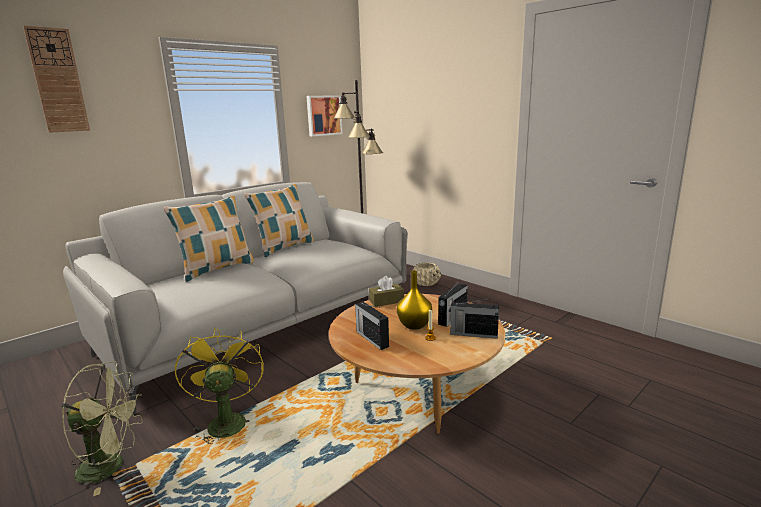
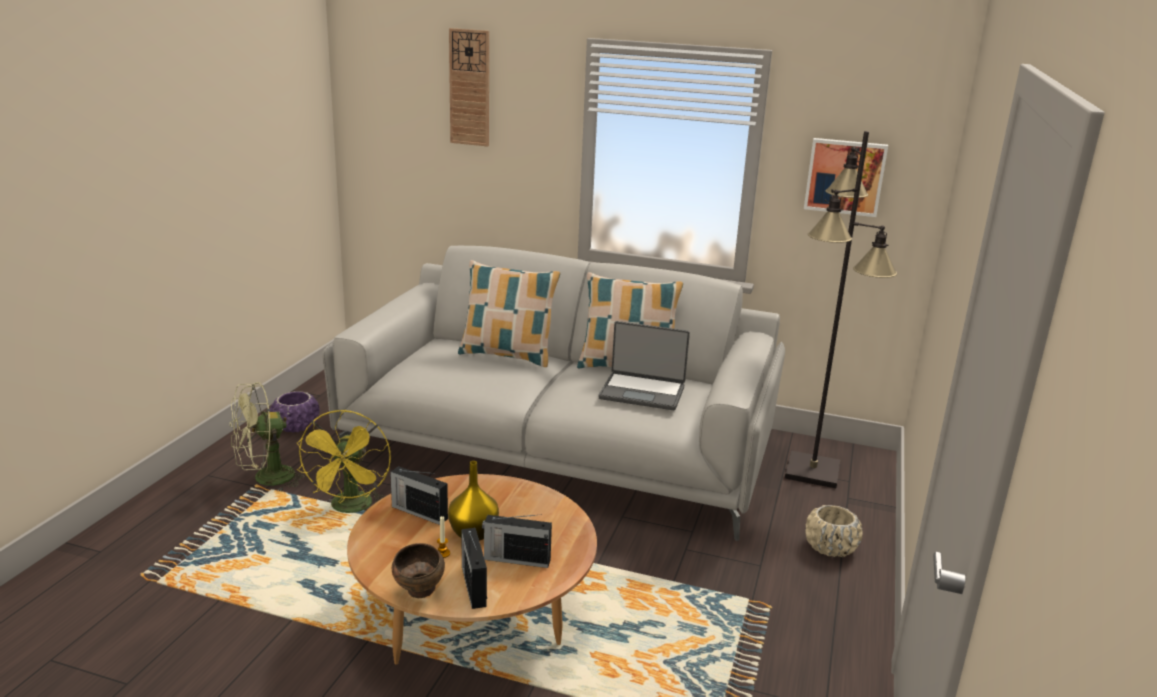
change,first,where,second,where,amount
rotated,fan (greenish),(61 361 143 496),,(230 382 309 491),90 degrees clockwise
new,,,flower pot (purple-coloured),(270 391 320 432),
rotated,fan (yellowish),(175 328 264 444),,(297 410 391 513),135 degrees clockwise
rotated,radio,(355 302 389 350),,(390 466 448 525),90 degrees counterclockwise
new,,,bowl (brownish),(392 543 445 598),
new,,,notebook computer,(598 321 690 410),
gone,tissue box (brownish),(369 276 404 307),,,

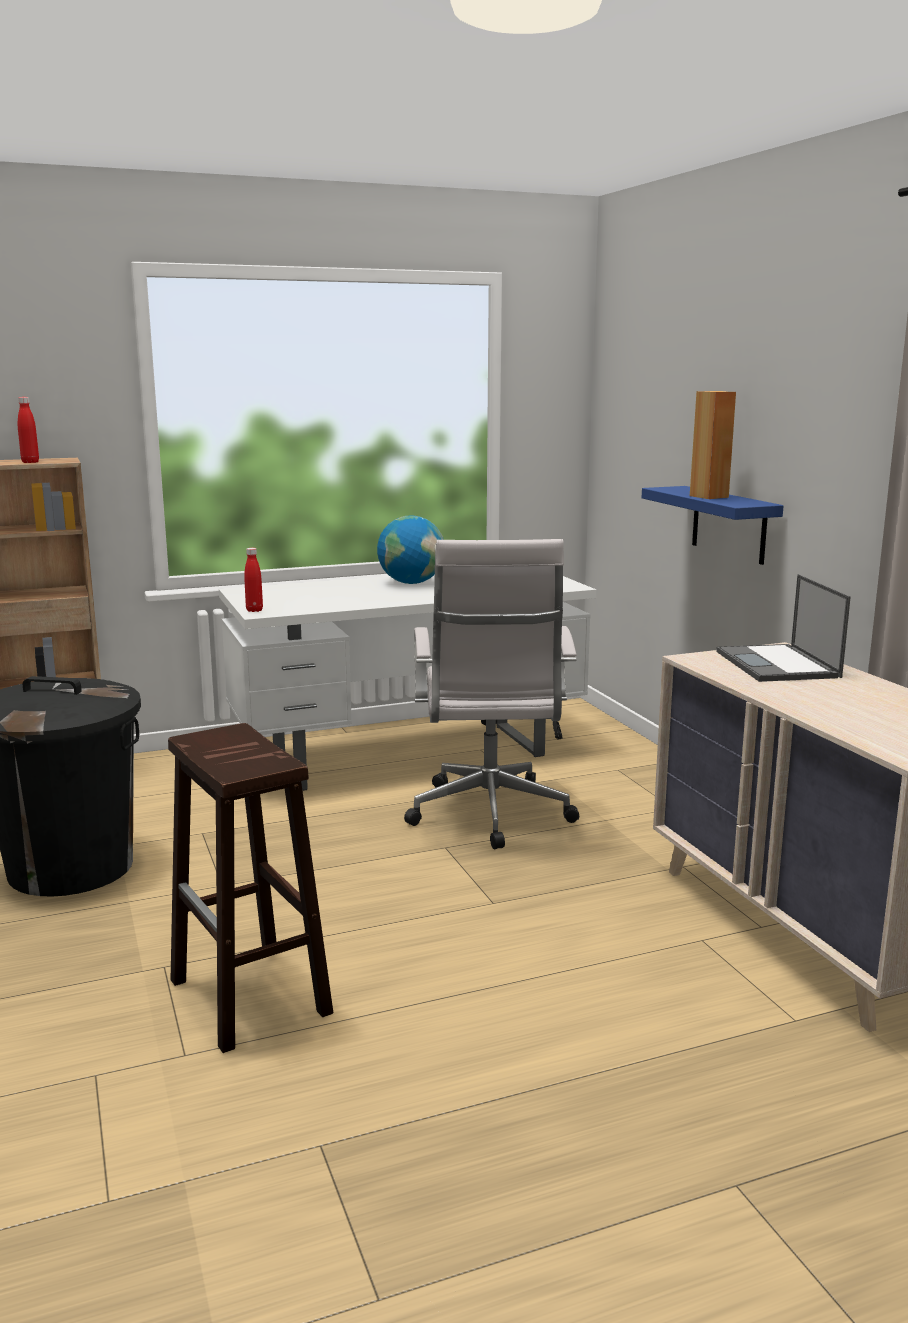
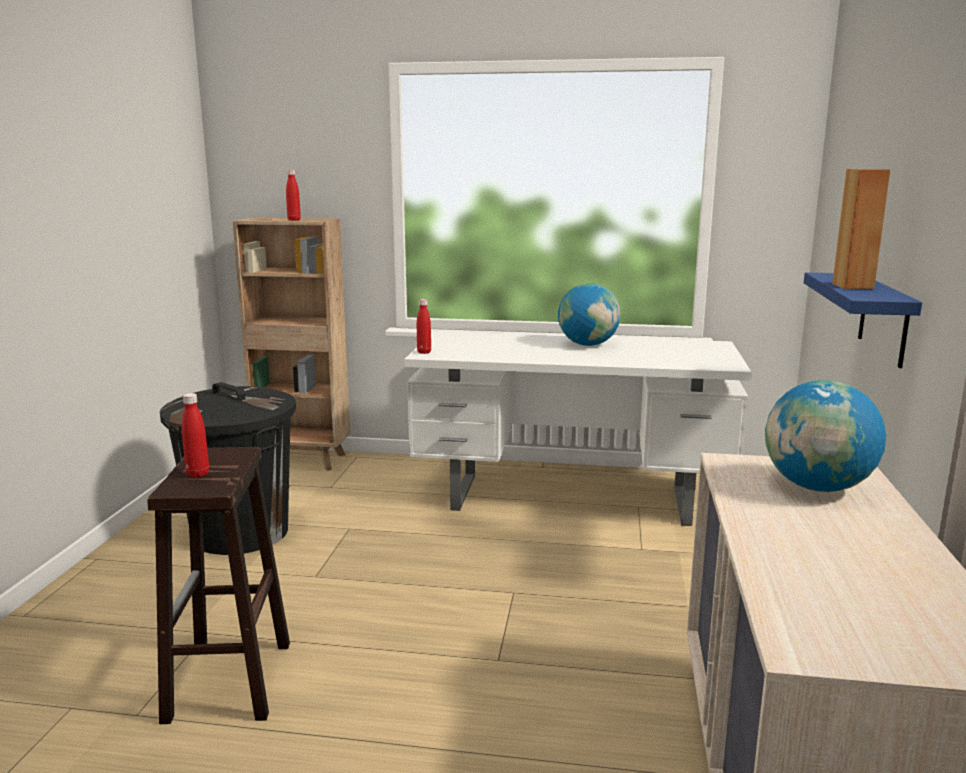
change,first,where,second,where,amount
new,,,drink bottle (red),(182 393 209 478),
swapped,notebook computer,(716 574 851 682),world globe,(765 380 886 492),
gone,office chair (white),(404 539 579 849),,,

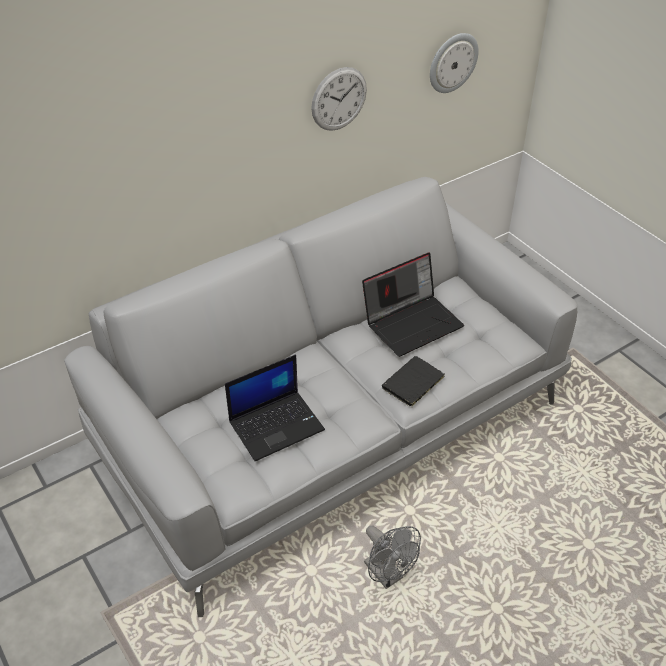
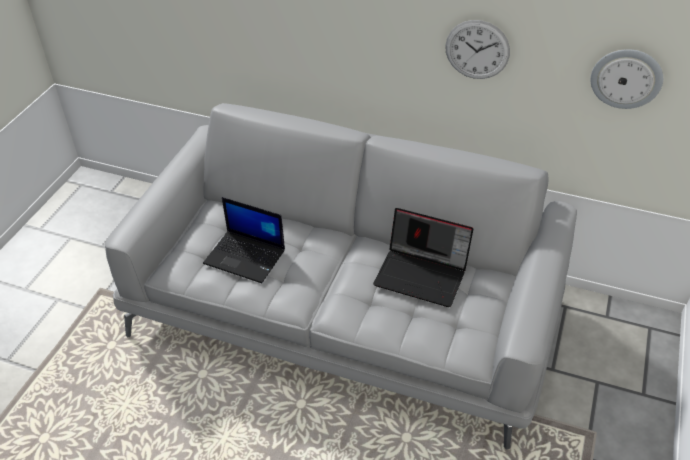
change,first,where,second,where,amount
gone,fan (greyish),(364 525 421 589),,,
gone,volume (black-coloured),(382 356 445 408),,,

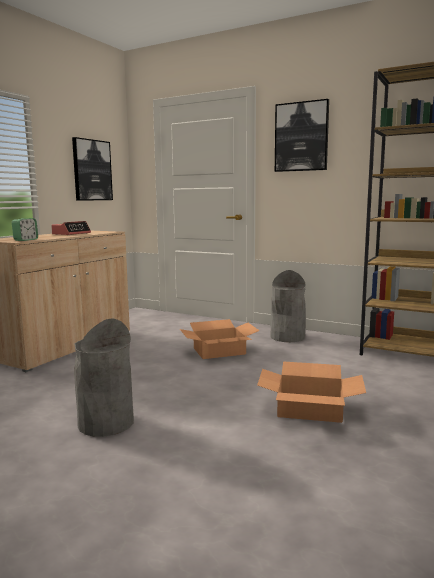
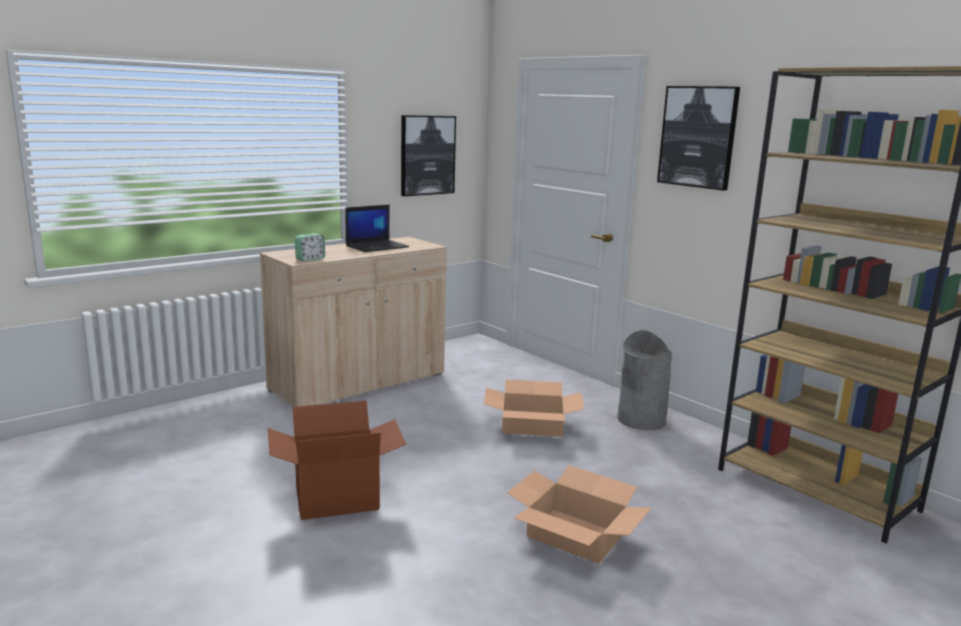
change,first,where,second,where,amount
swapped,waste bin (greyish),(74 318 134 437),packing box,(268 400 406 520),
swapped,table clock,(51 221 91 235),notebook computer,(345 205 409 252),

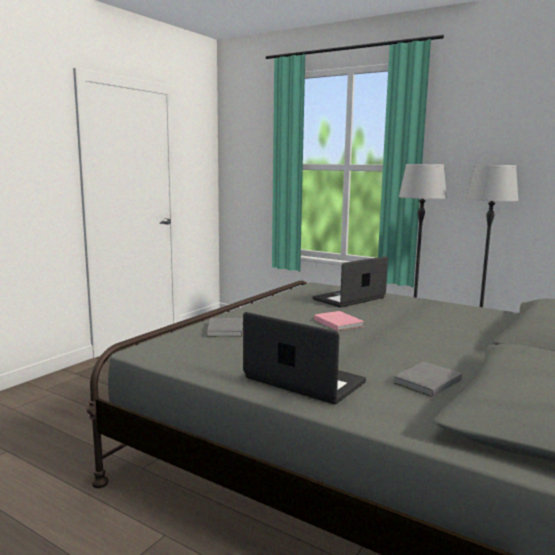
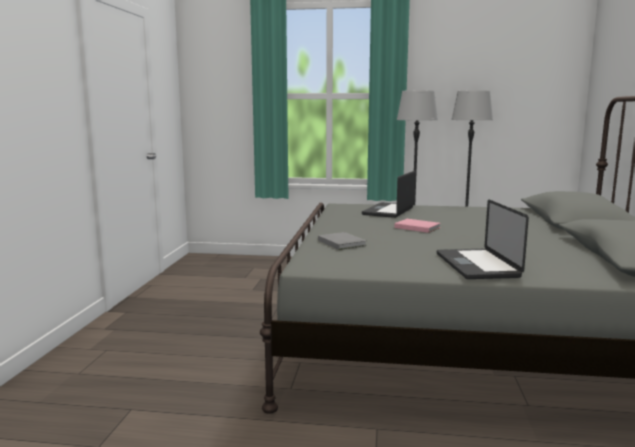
change,first,where,second,where,amount
rotated,notebook computer,(243 312 366 404),,(437 199 529 279),105 degrees counterclockwise
gone,volume (greyish),(393 362 462 397),,,

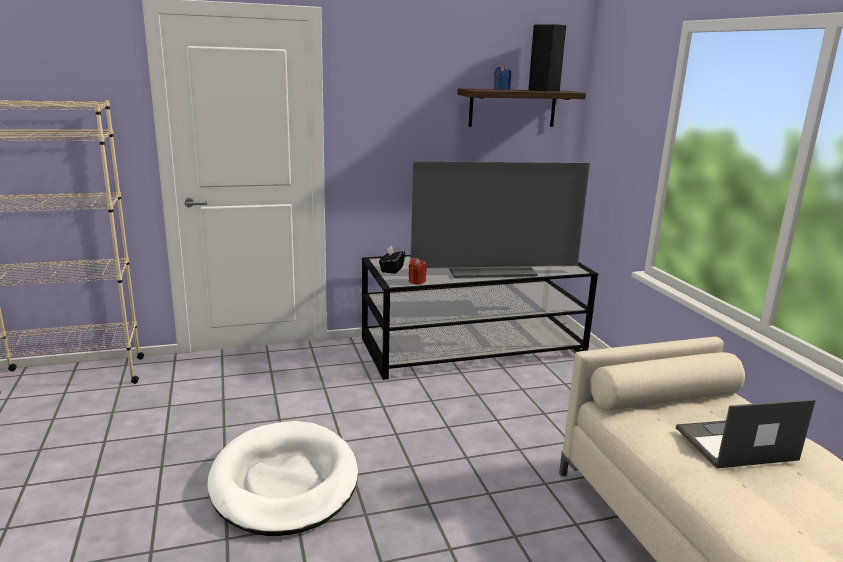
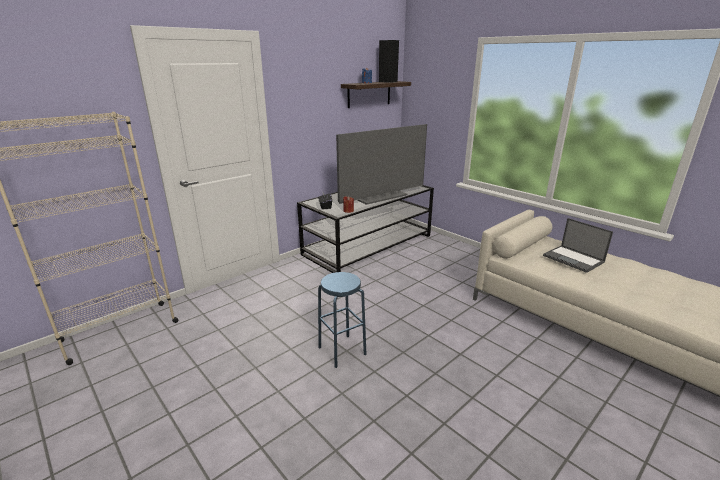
change,first,where,second,where,amount
swapped,pet bed (white),(207 421 358 536),stool (bluish),(318 272 366 368),
rotated,notebook computer,(676 399 816 468),,(543 218 613 273),90 degrees counterclockwise

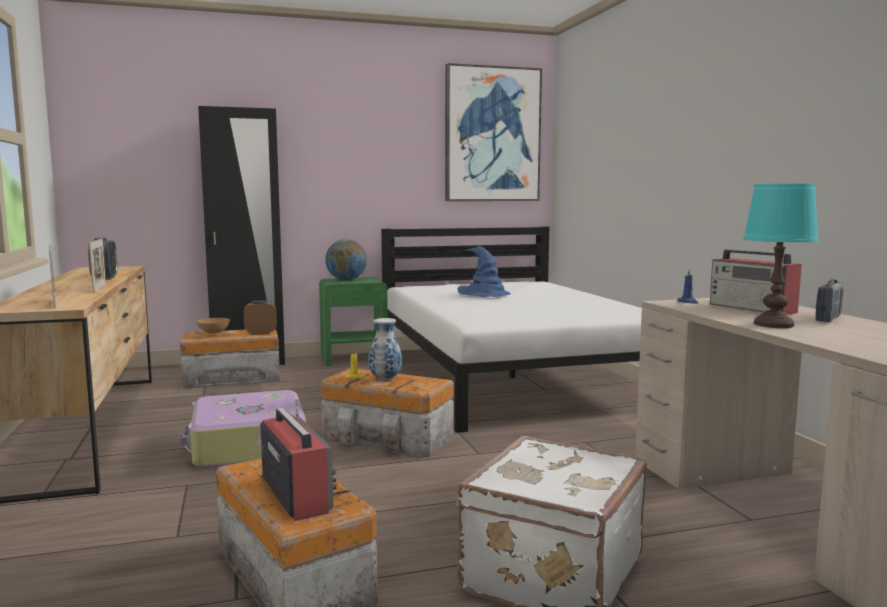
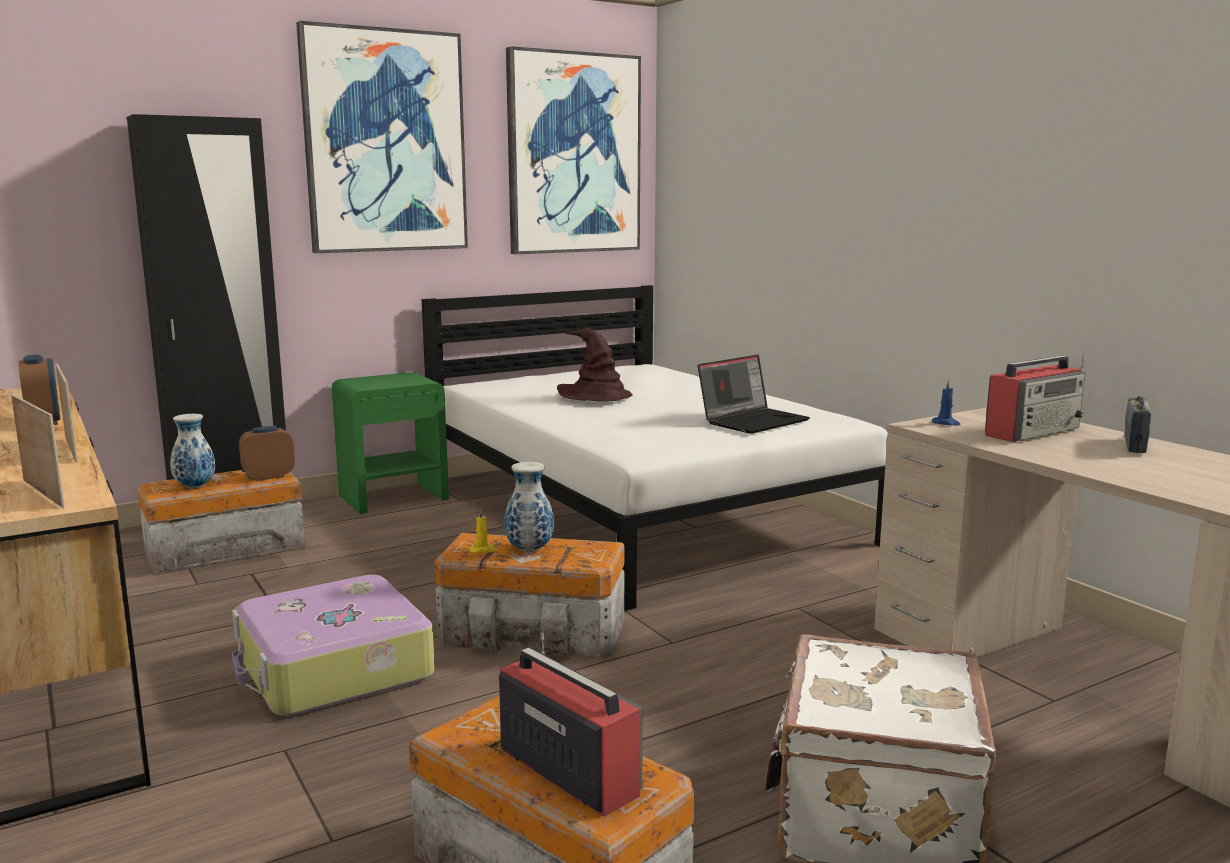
change,first,where,second,where,amount
swapped,bowl (brownish),(196 318 230 336),decorative vase,(170 414 215 488),
new,,,picture,(296 21 468 253),
repainted,hat (bluish),(458 246 510 297),hat (brownish),(557 328 633 402),
new,,,notebook computer,(698 355 810 434),
rotated,radio,(710 249 802 315),,(985 353 1085 442),75 degrees counterclockwise
gone,world globe,(325 239 367 280),,,
gone,tabletop lamp (turquoise),(743 184 819 328),,,

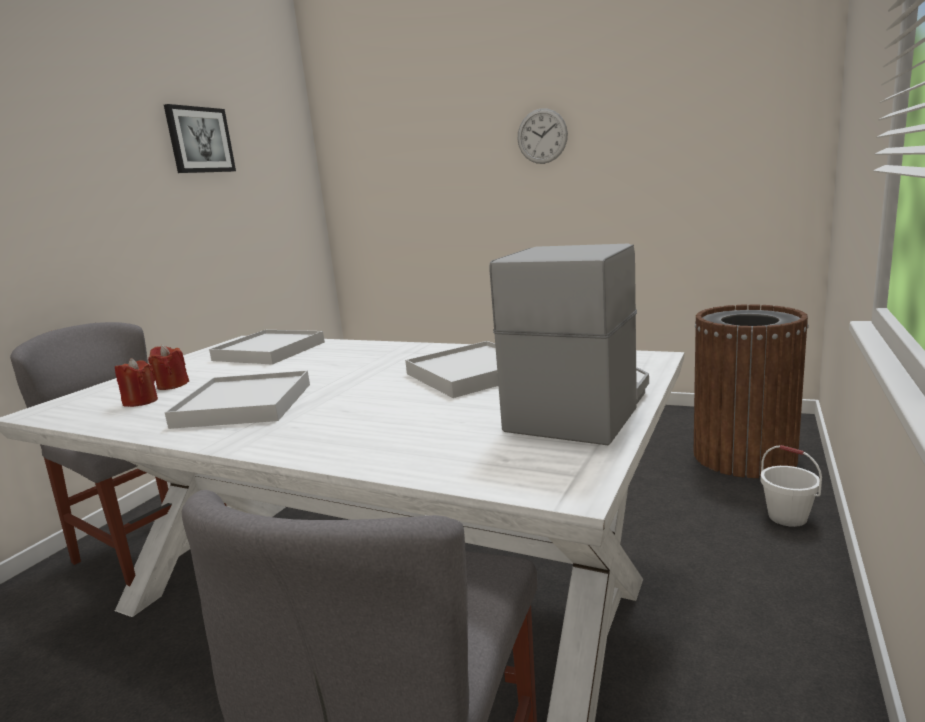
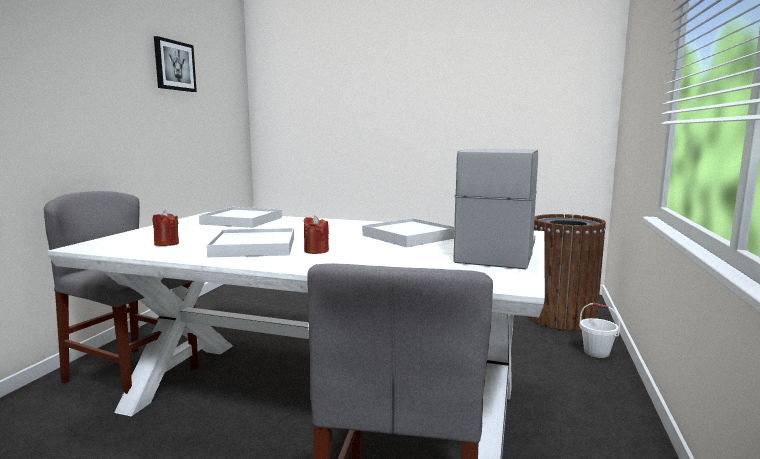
change,first,where,second,where,amount
shifted,wax light (red),(148 345 189 390),,(304 215 329 254),
gone,hanging clock,(517 109 568 164),,,

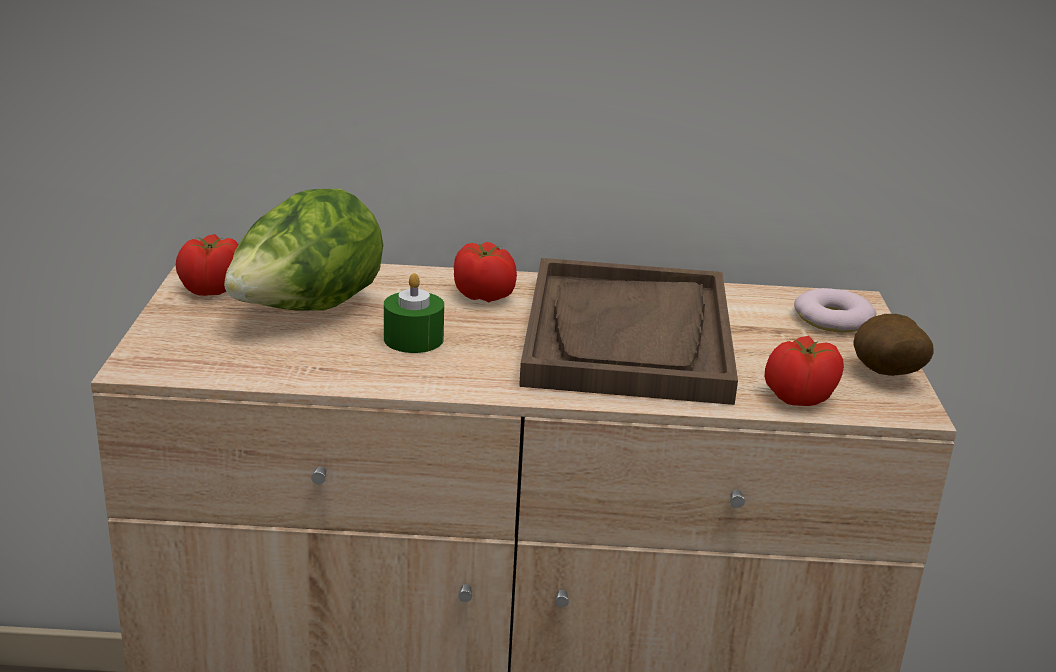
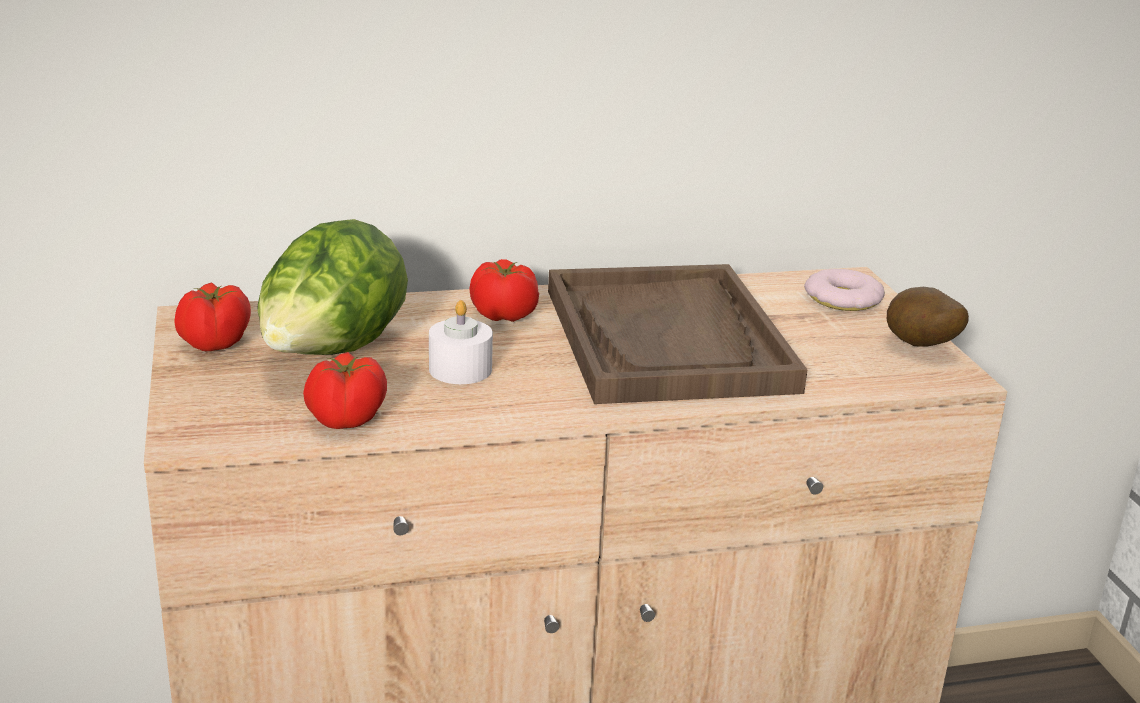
change,first,where,second,where,amount
shifted,whole tomato,(765 336 844 406),,(303 352 387 429),
repainted,wax light (greenish),(384 273 444 353),wax light (white),(429 300 493 384),

